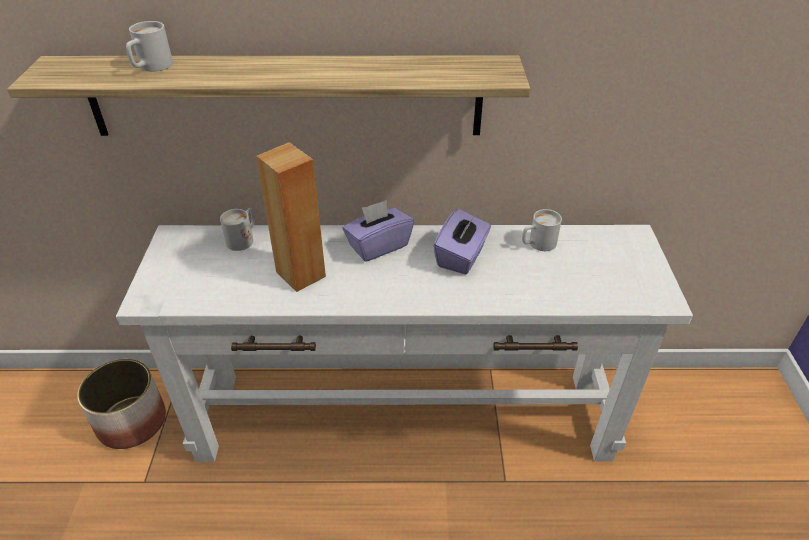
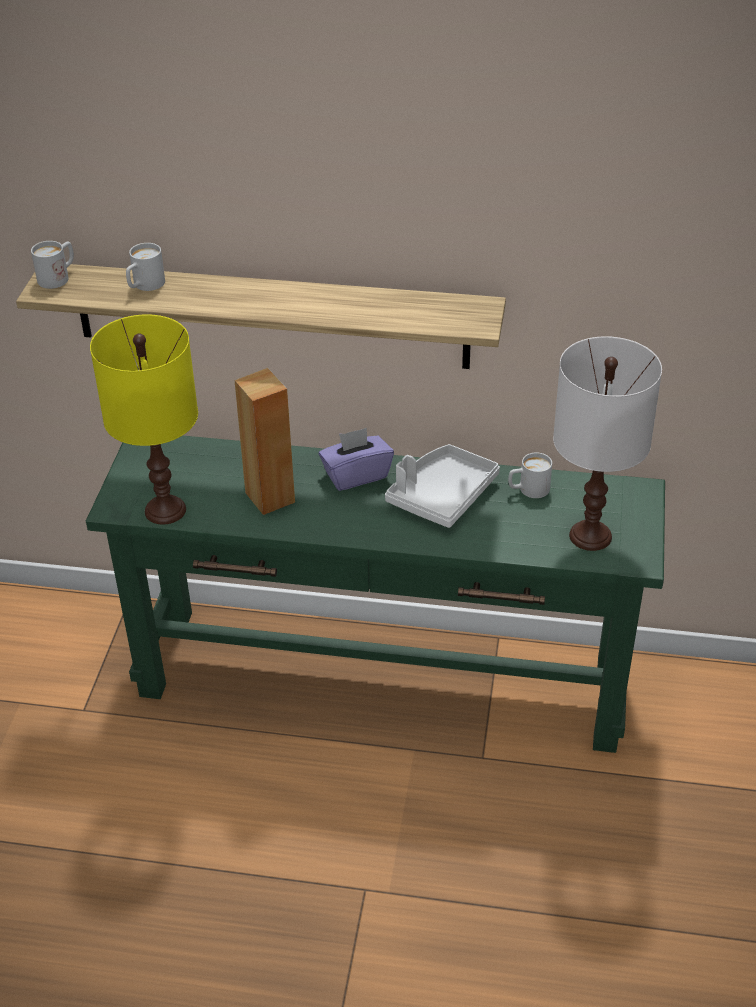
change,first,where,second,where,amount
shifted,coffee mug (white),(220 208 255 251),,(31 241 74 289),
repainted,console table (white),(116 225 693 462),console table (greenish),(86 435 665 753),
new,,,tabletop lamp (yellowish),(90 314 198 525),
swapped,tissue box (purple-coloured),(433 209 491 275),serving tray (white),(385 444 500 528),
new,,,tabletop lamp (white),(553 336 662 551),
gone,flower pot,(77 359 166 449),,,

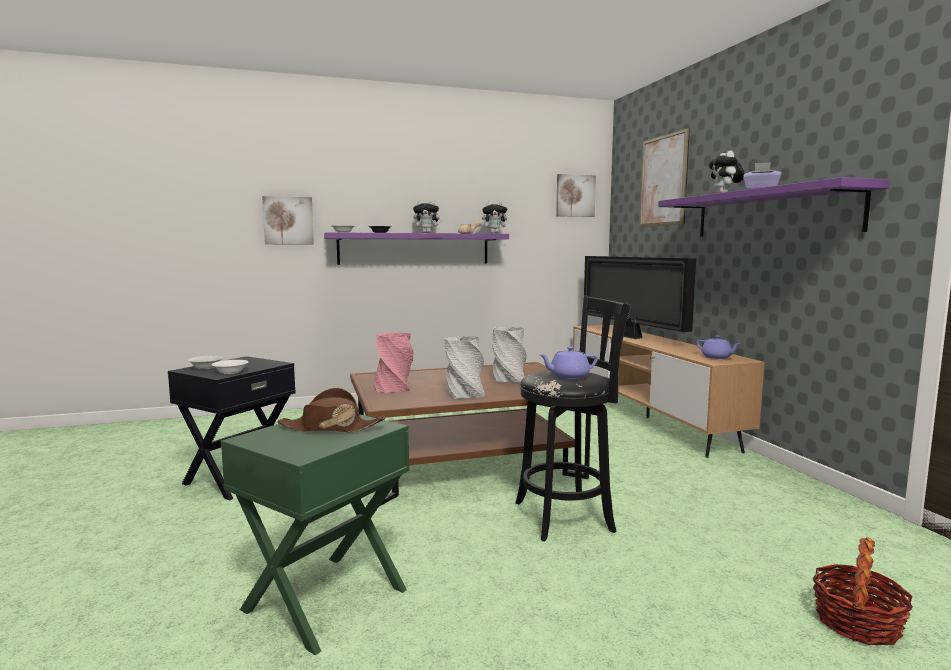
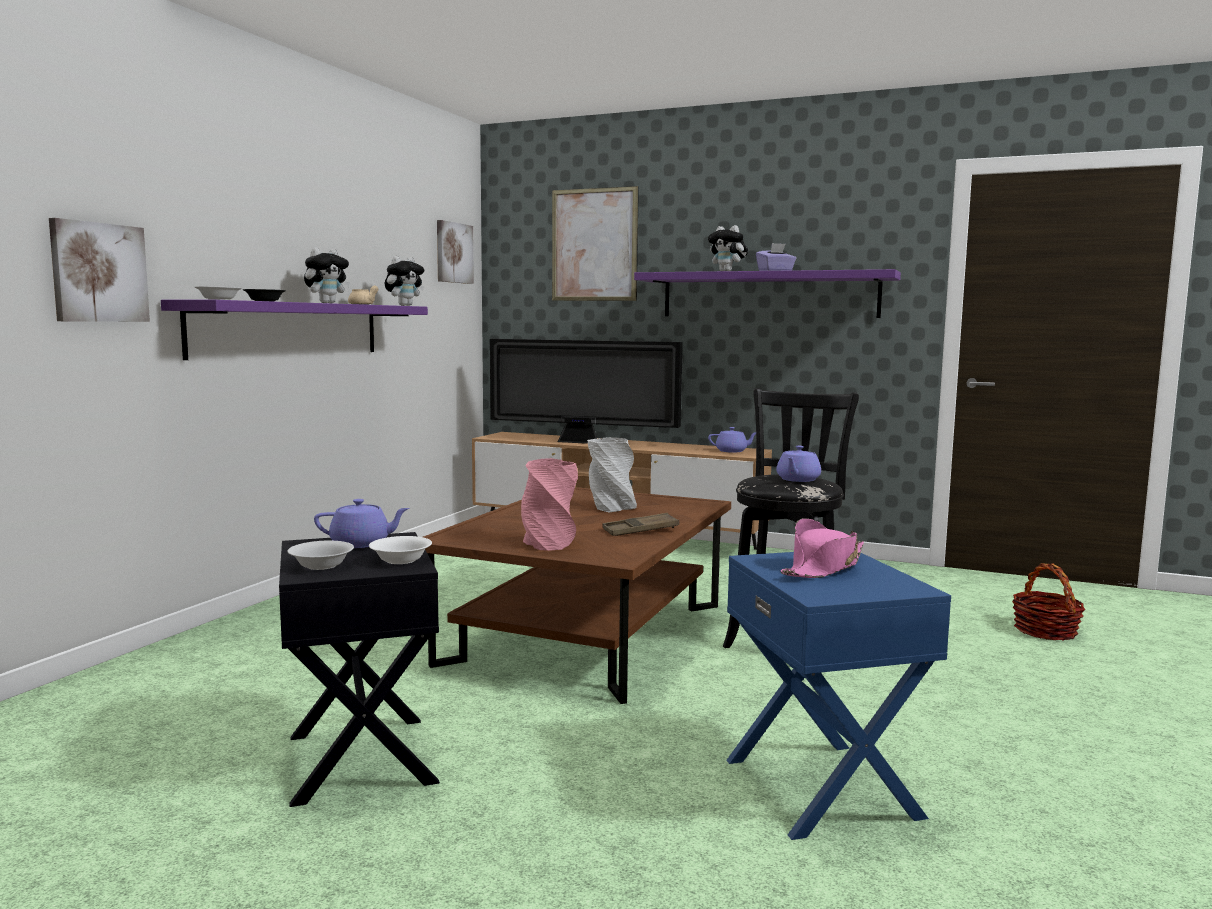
change,first,where,second,where,amount
new,,,pot for tea (purple-coloured),(314 499 409 548),
swapped,decorative vase (greyish),(445 336 485 399),serving tray (brownish),(602 513 679 536),
repainted,side table (greenish),(221 414 409 655),side table (bluish),(726 552 951 840),
repainted,hat (brownish),(277 388 386 432),hat (pinkish),(780 518 864 578),

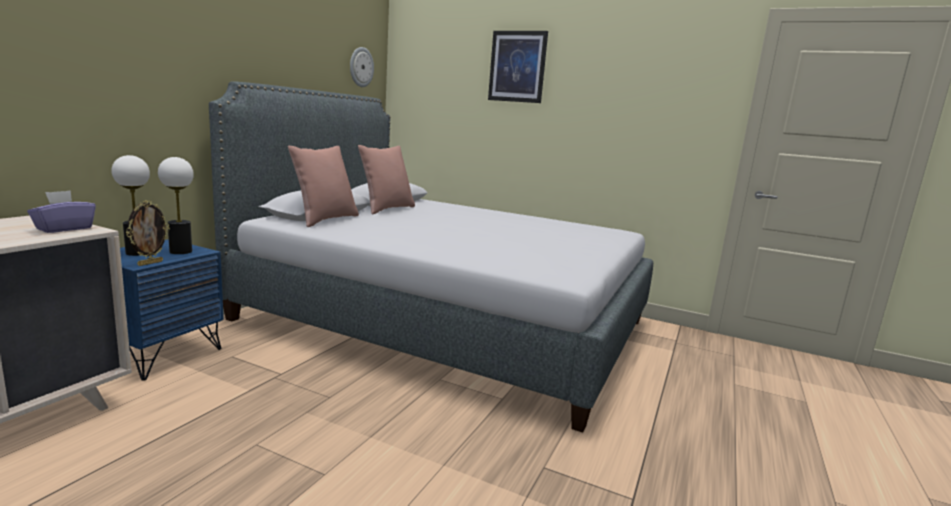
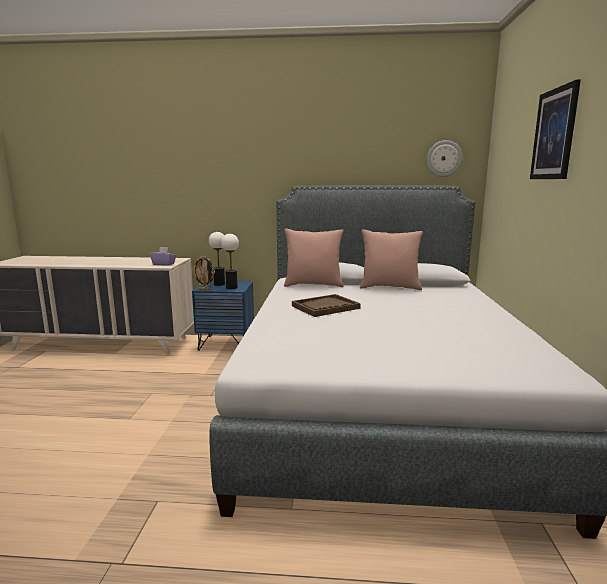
change,first,where,second,where,amount
new,,,serving tray (brownish),(292 294 361 317),

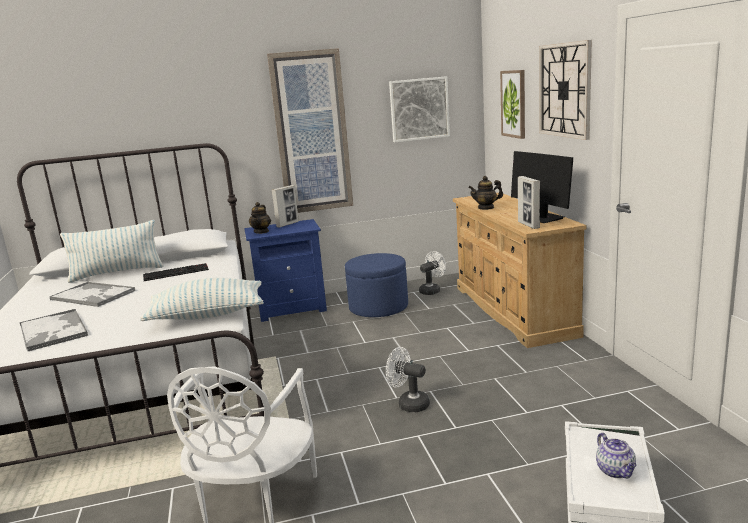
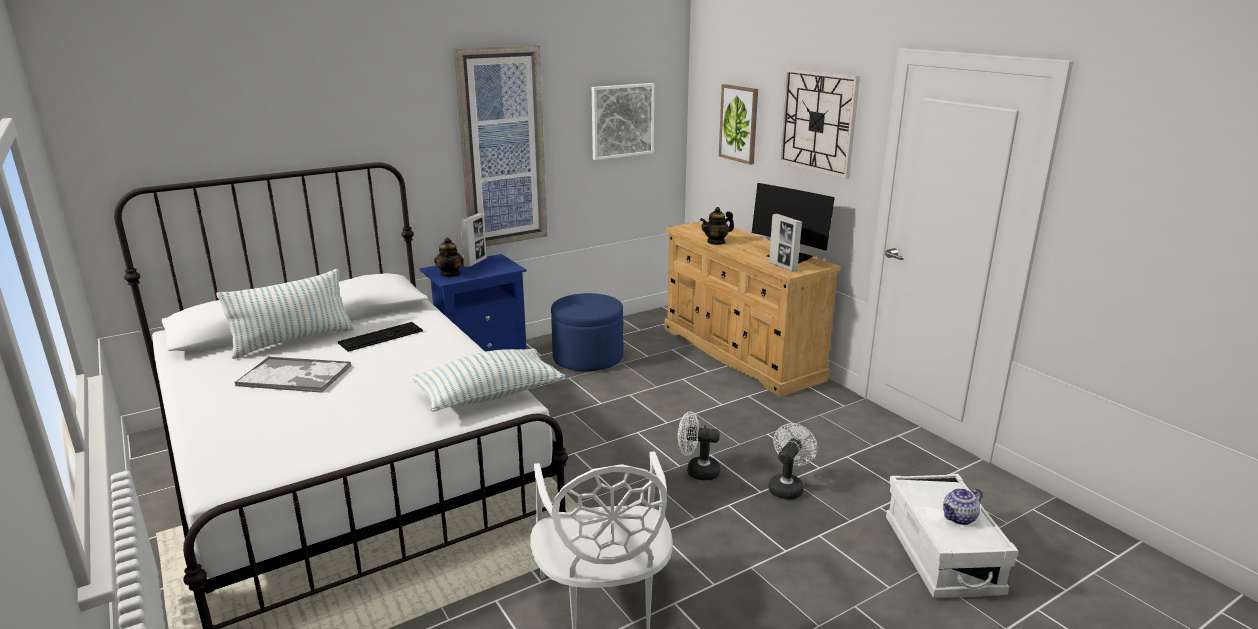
change,first,where,second,where,amount
shifted,fan (white),(419 251 446 295),,(768 423 818 499),
rotated,pot for tea,(596 433 637 478),,(943 488 982 525),90 degrees clockwise
gone,serving tray,(20 309 88 351),,,

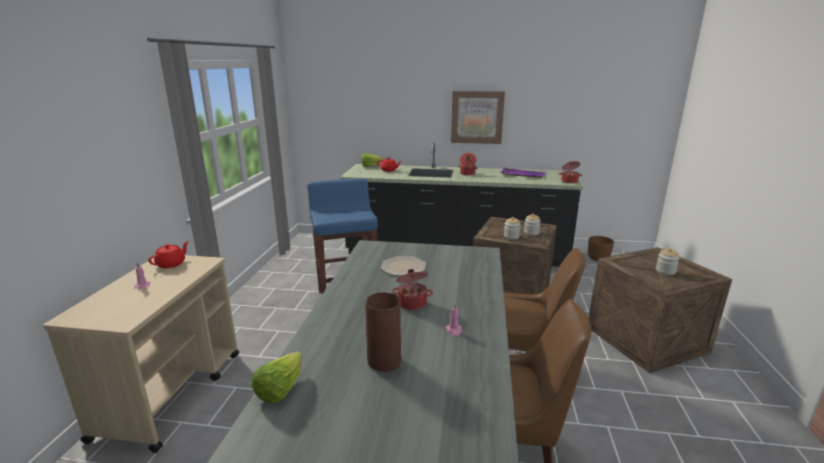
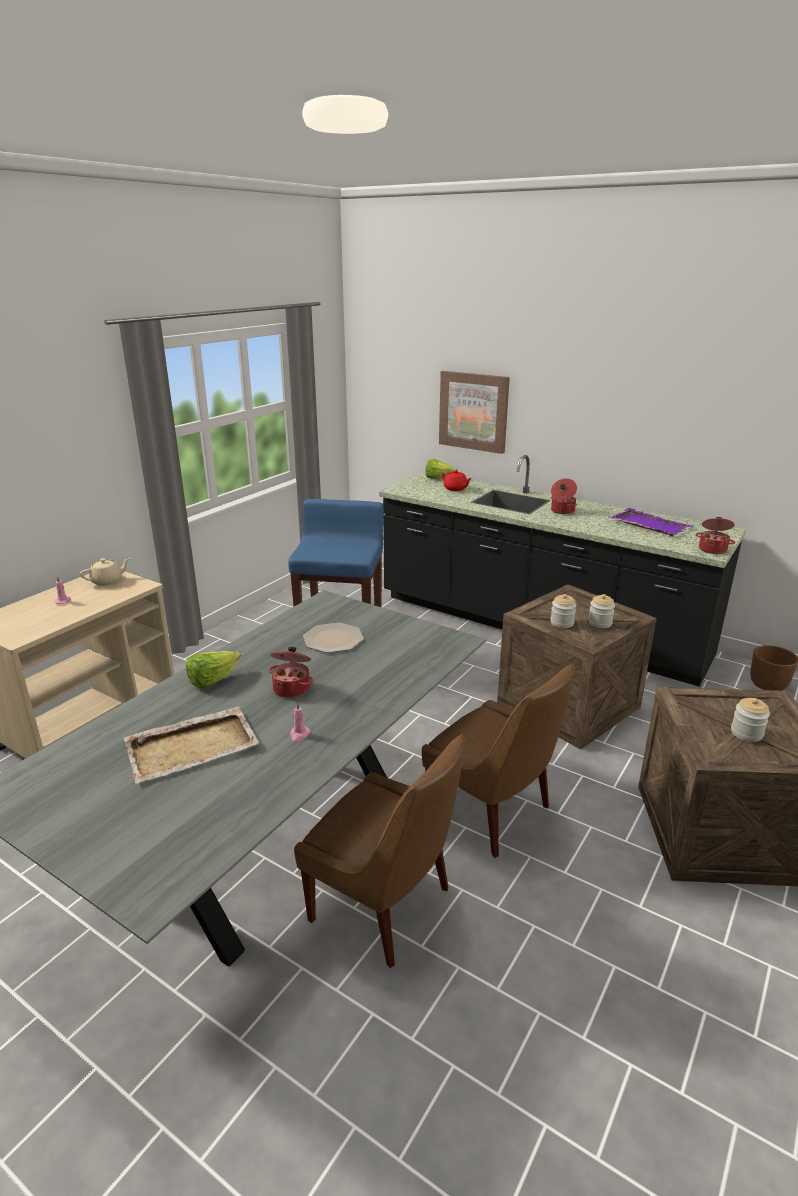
change,first,where,second,where,amount
repainted,pot for tea (red),(148 241 189 268),pot for tea (sand-coloured),(80 558 130 586),
swapped,decorative vase (brownish),(365 293 401 372),serving tray (sand-coloured),(124 706 260 784),
shifted,lettuce,(251 351 302 403),,(186 651 241 688),
shifted,picture,(451 91 505 144),,(439 371 510 454),

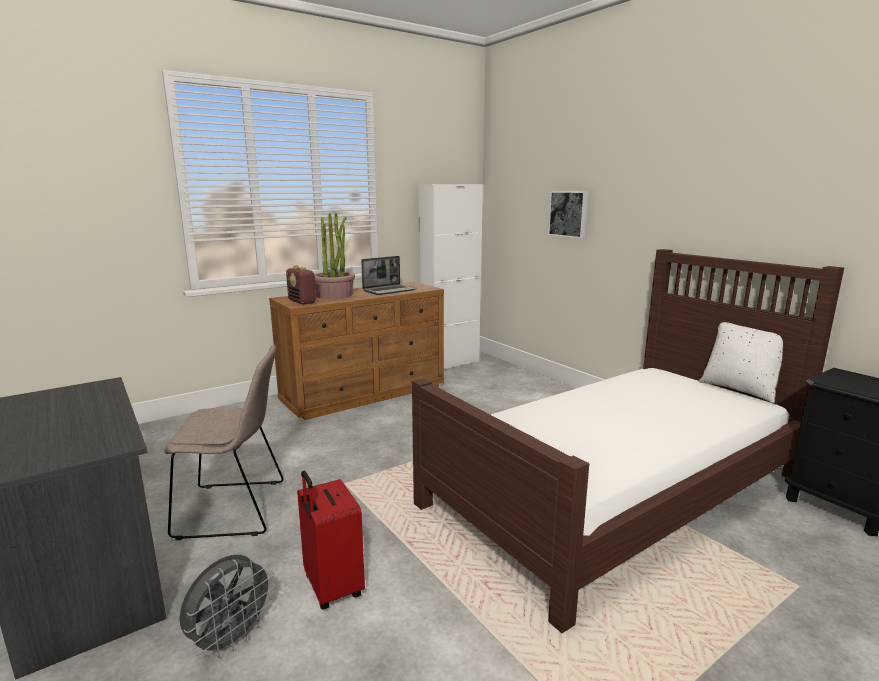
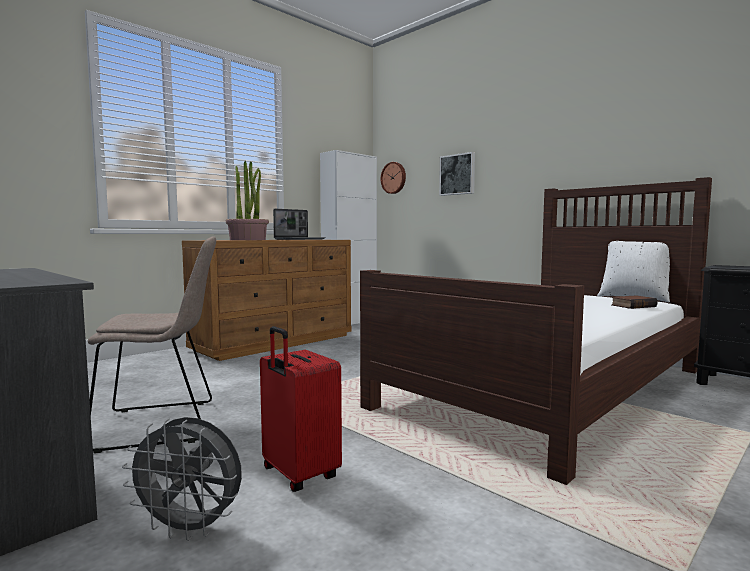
change,first,where,second,where,amount
rotated,fan (greyish),(179 555 276 658),,(122 417 242 541),75 degrees clockwise
new,,,hanging clock,(381 162 406 194),
new,,,volume,(611 295 658 309),
gone,radio,(286 266 316 305),,,

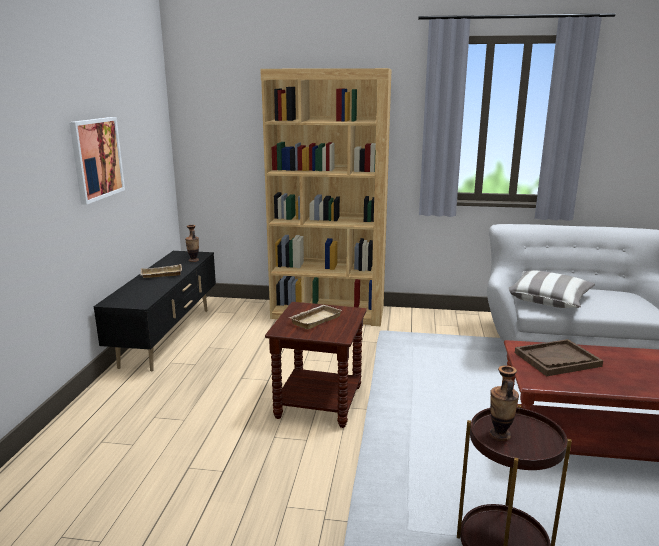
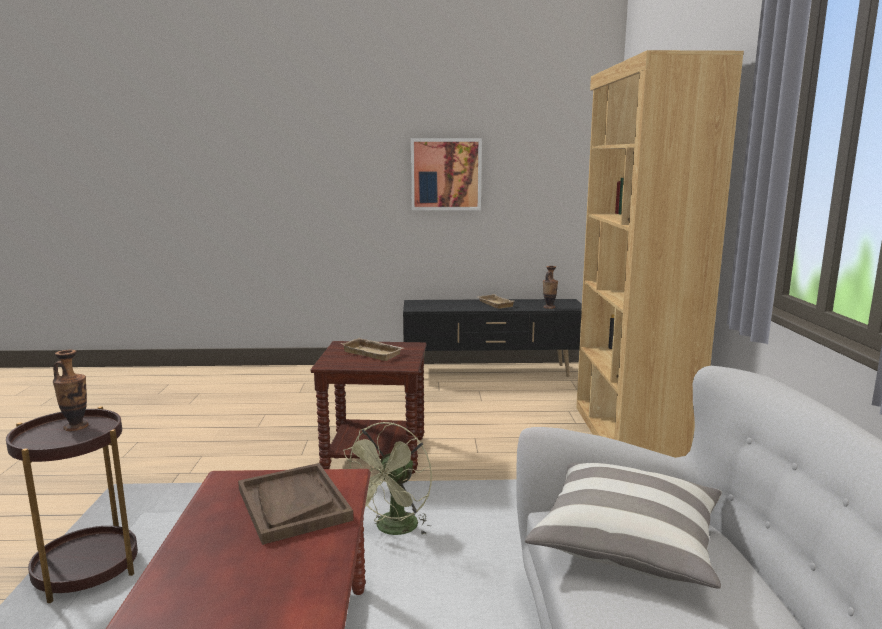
change,first,where,second,where,amount
new,,,fan (greenish),(343 422 432 535),

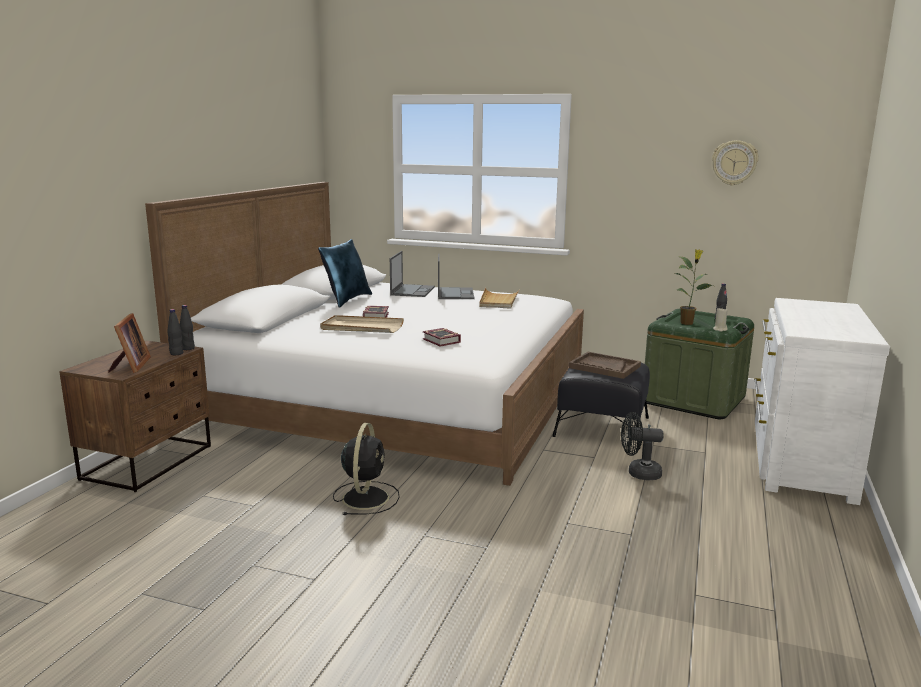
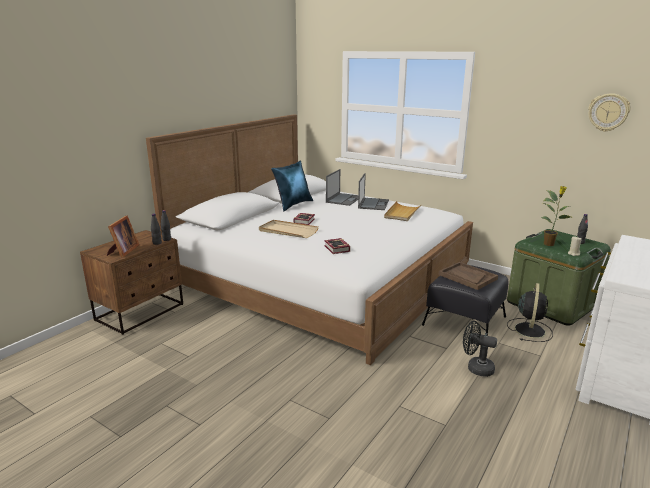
change,first,where,second,where,amount
shifted,fan (black-coloured),(333 423 400 515),,(507 283 553 342),

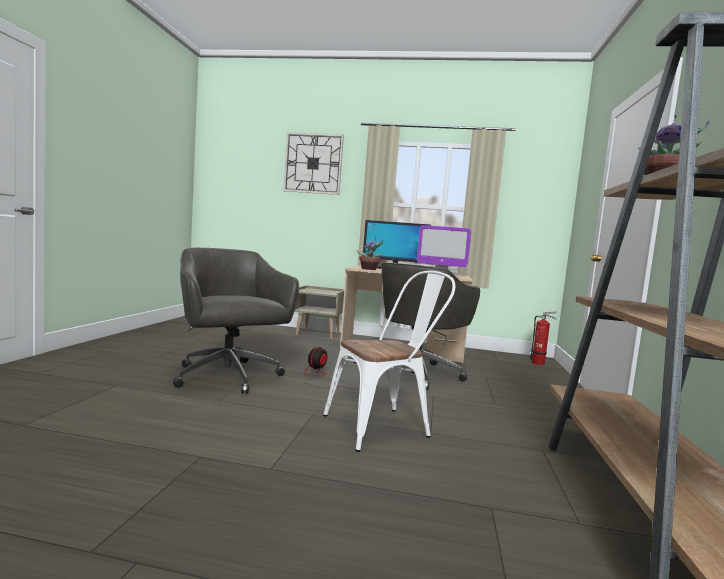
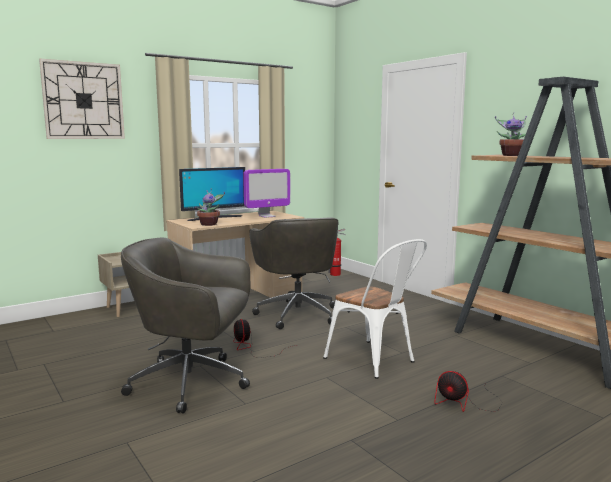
change,first,where,second,where,amount
rotated,plain chair (white),(323 271 455 452),,(323 239 427 379),120 degrees clockwise
new,,,fan,(434 371 502 412),

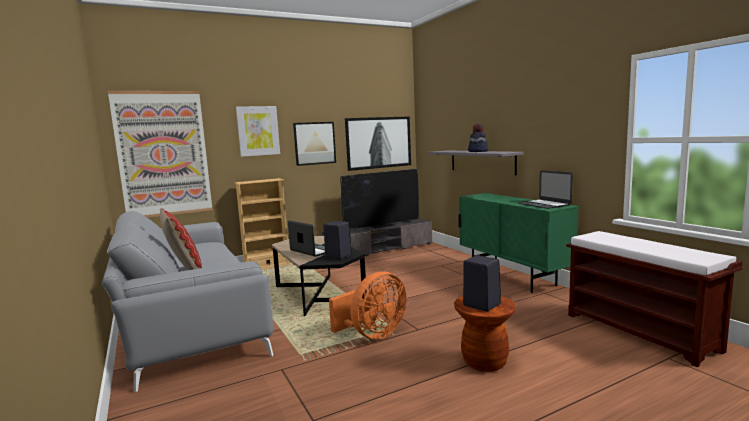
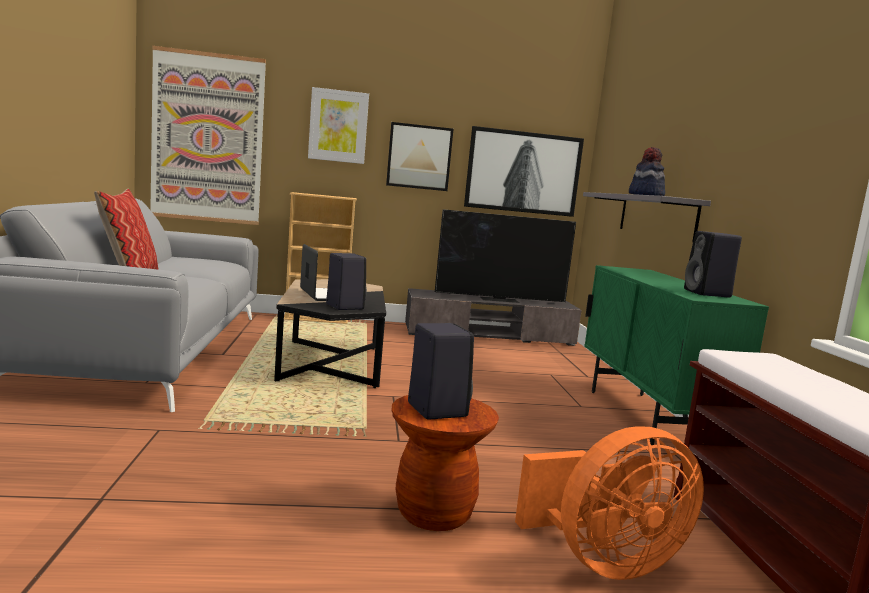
change,first,where,second,where,amount
shifted,fan (orange-coloured),(329 271 407 339),,(515 426 704 580),
swapped,notebook computer,(518 170 573 209),speaker (black-coloured),(684 231 742 297),

